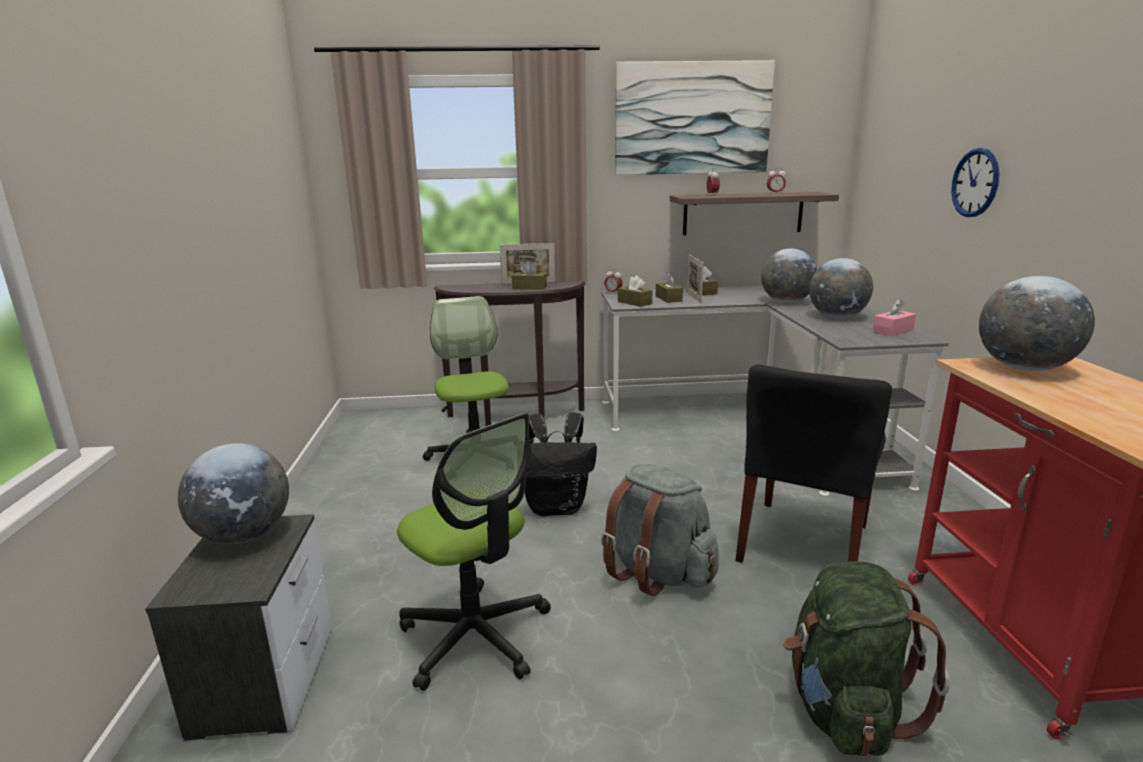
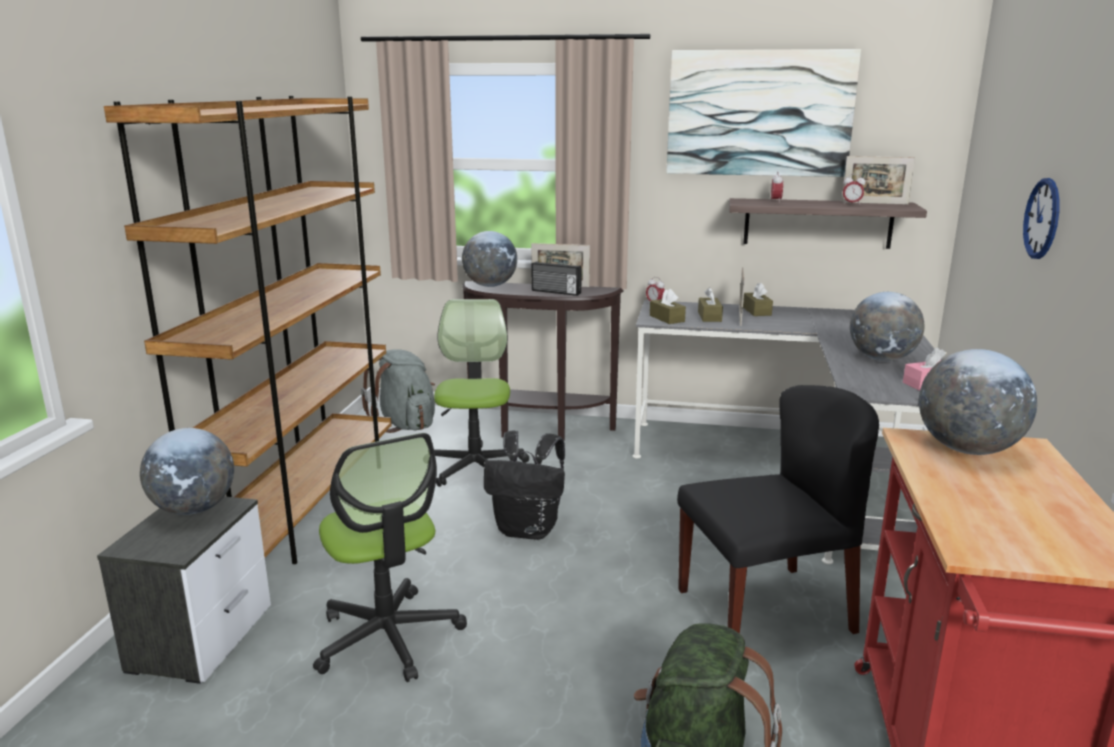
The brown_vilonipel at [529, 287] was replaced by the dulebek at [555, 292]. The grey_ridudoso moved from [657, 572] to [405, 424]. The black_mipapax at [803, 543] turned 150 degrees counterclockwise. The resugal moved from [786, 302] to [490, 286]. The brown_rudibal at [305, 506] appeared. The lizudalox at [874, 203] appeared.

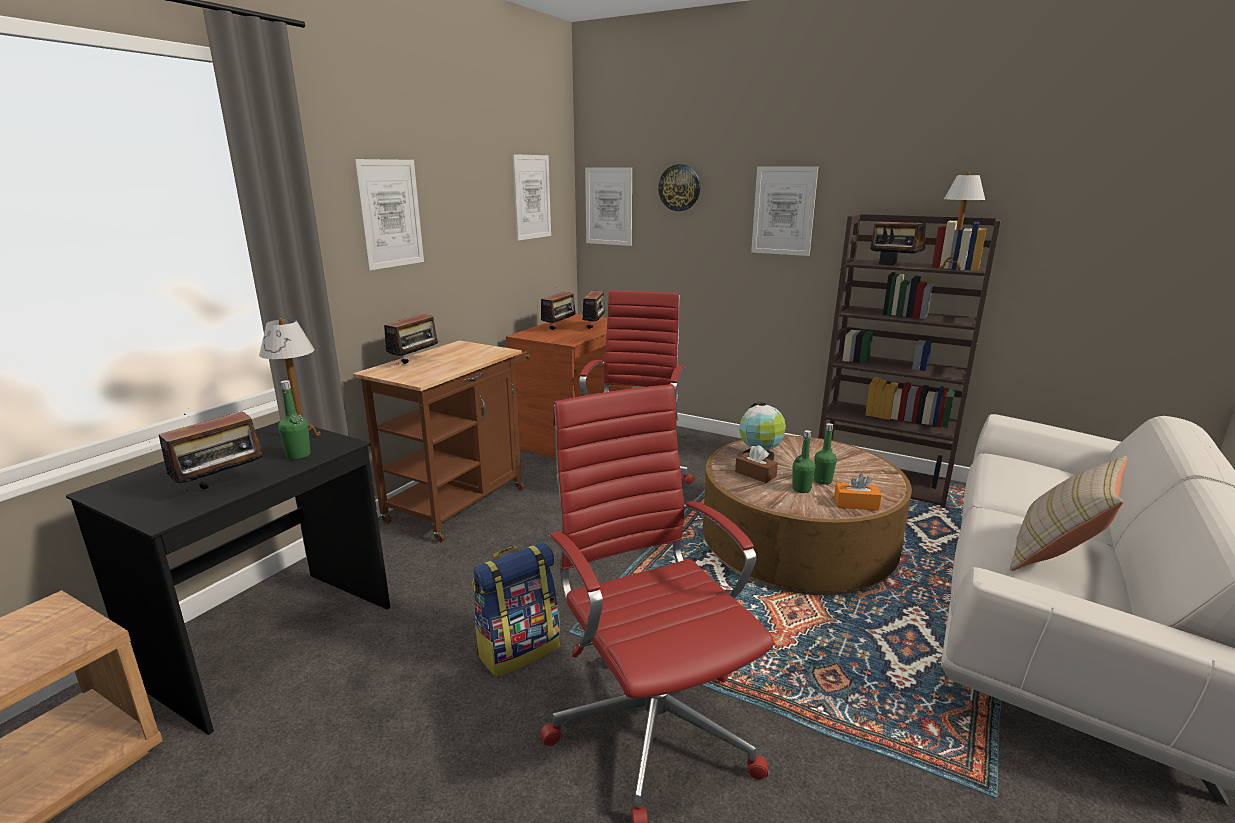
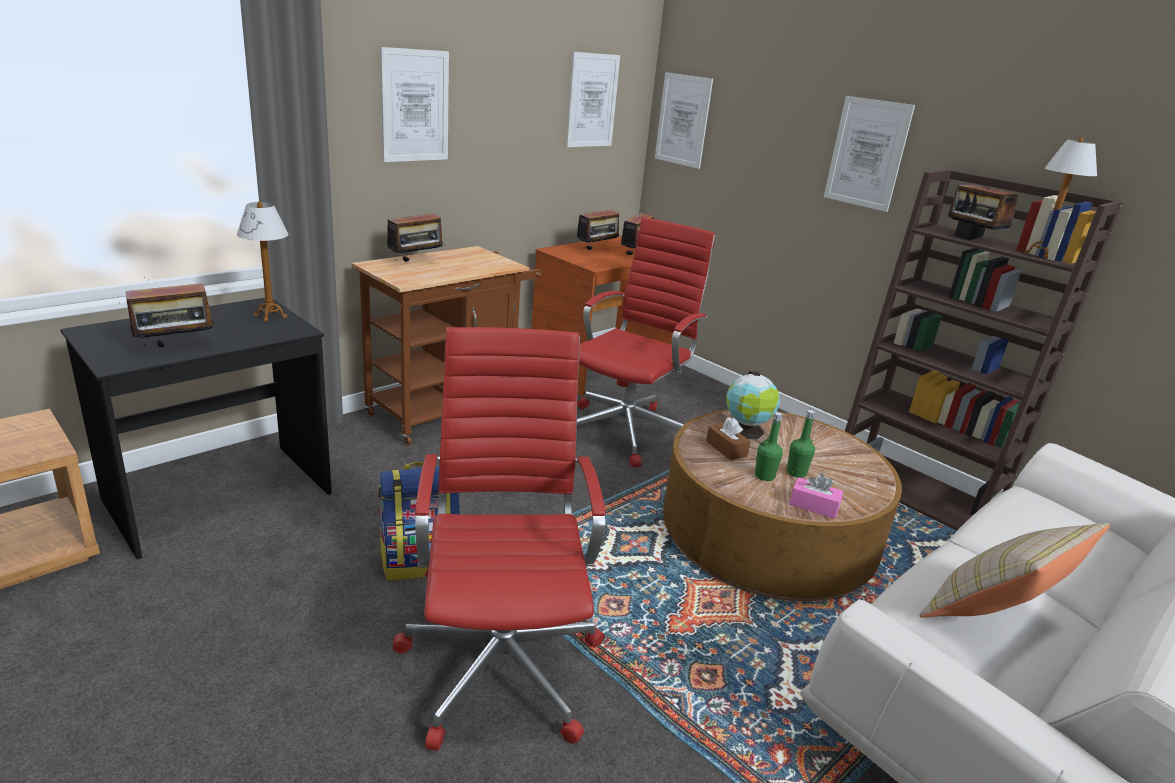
The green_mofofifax at [298, 455] disappeared. The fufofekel at [679, 187] disappeared. The orange_vilonipel at [856, 504] became the pink_vilonipel at [814, 506].

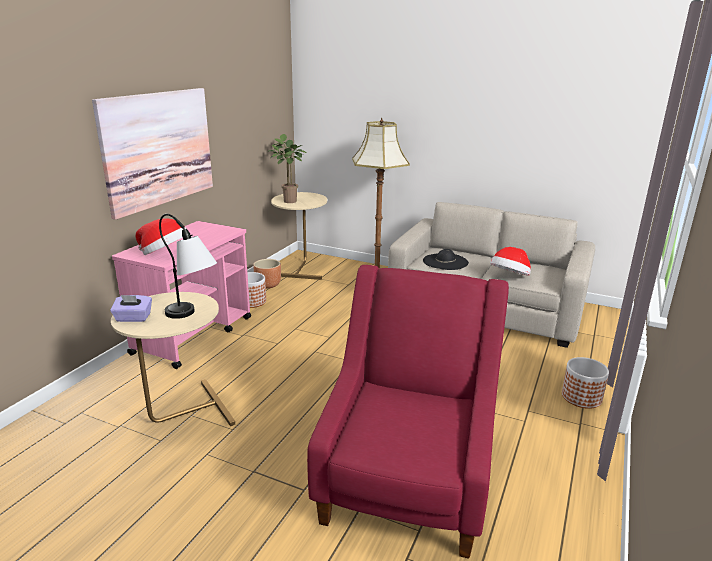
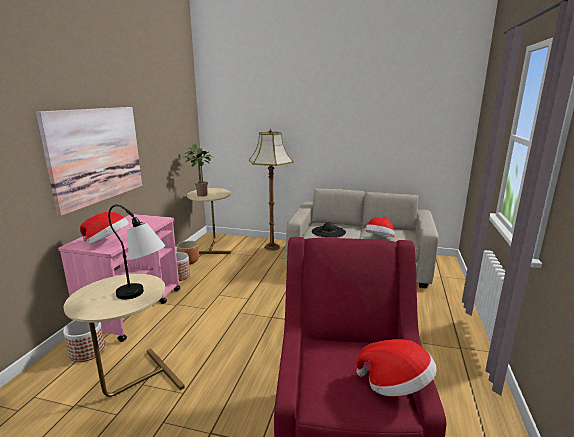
The purple_vilonipel at [133, 318] disappeared. The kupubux moved from [581, 397] to [87, 351]. The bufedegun at [395, 385] appeared.

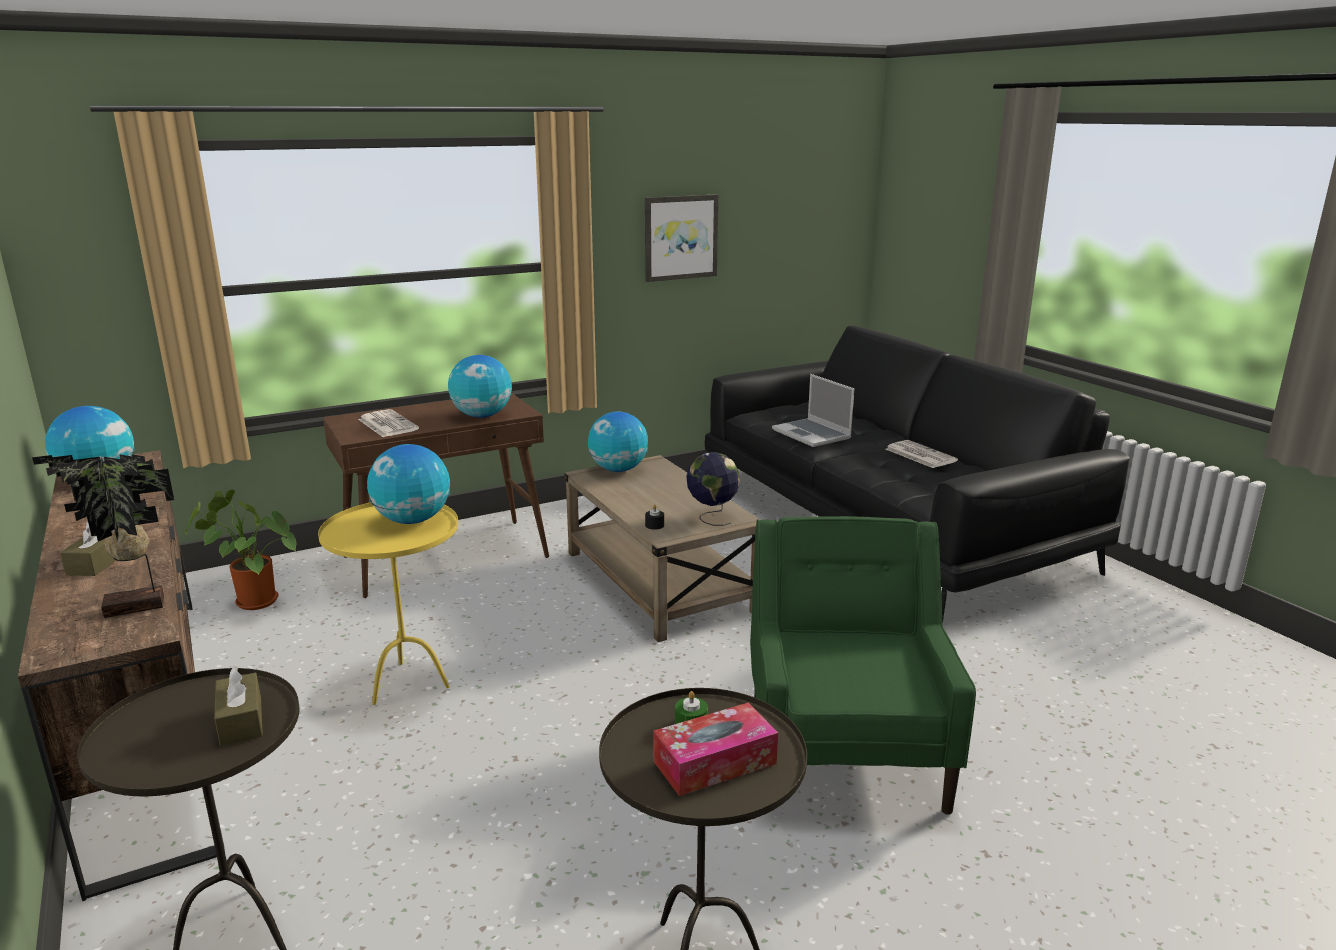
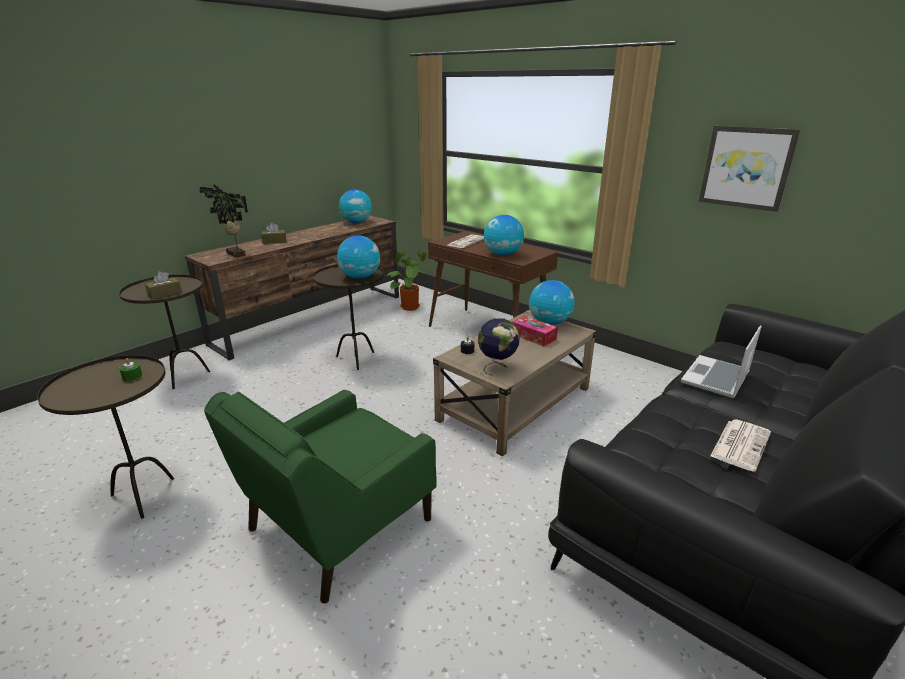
The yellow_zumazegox at [407, 684] became the brown_zumazegox at [356, 359]. The vilonipel moved from [715, 763] to [533, 336]. The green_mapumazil at [844, 748] turned 150 degrees clockwise.

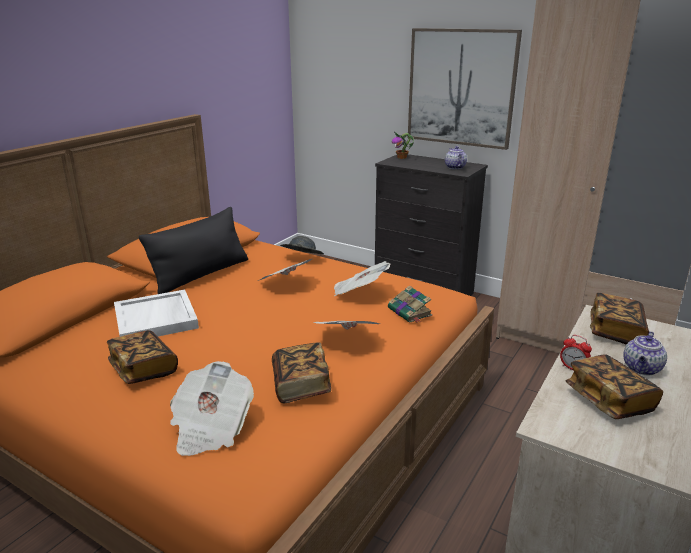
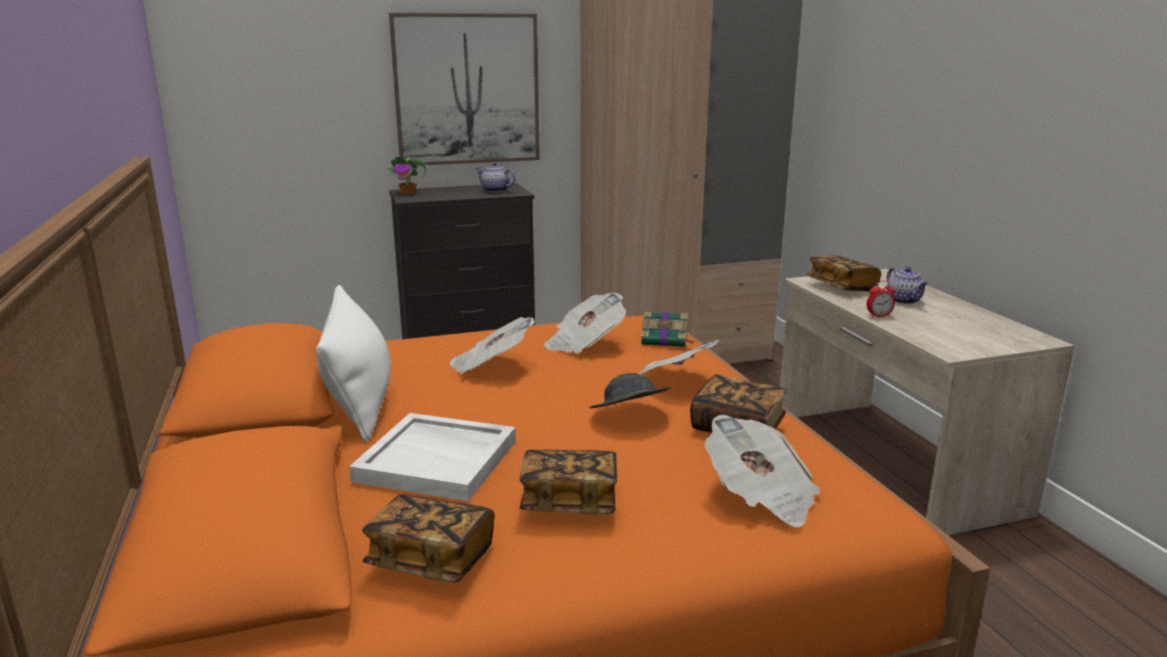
The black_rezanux at [201, 275] became the white_rezanux at [359, 400]. The grey_bufedegun moved from [301, 259] to [629, 417]. The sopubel moved from [609, 400] to [432, 559].

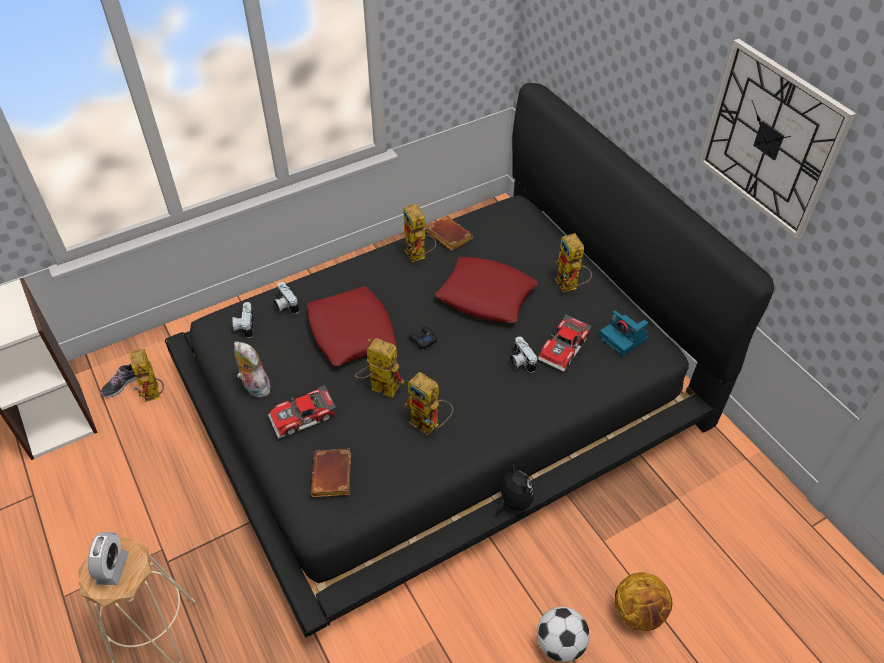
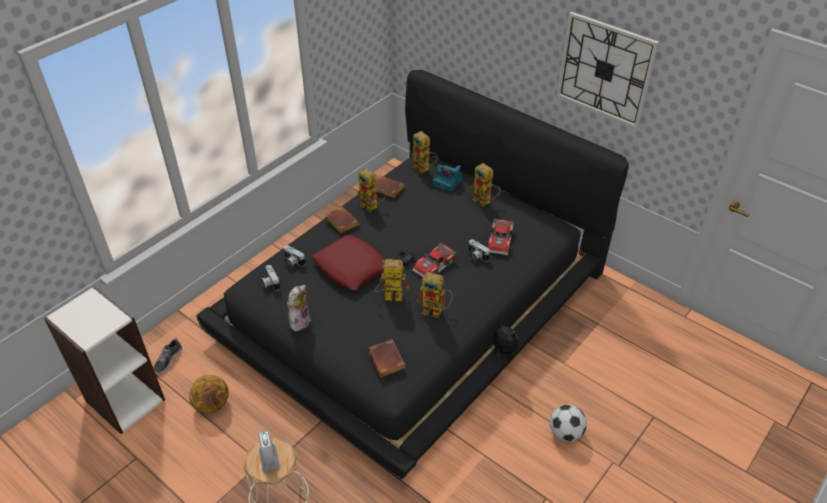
The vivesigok moved from [155, 395] to [424, 169]. The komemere at [254, 387] turned 90 degrees clockwise. The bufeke moved from [303, 418] to [435, 266]. The red_rezanux at [486, 296] disappeared. The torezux moved from [624, 338] to [448, 182]. The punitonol moved from [639, 612] to [213, 405]. The brown_sopubel at [340, 222] appeared.

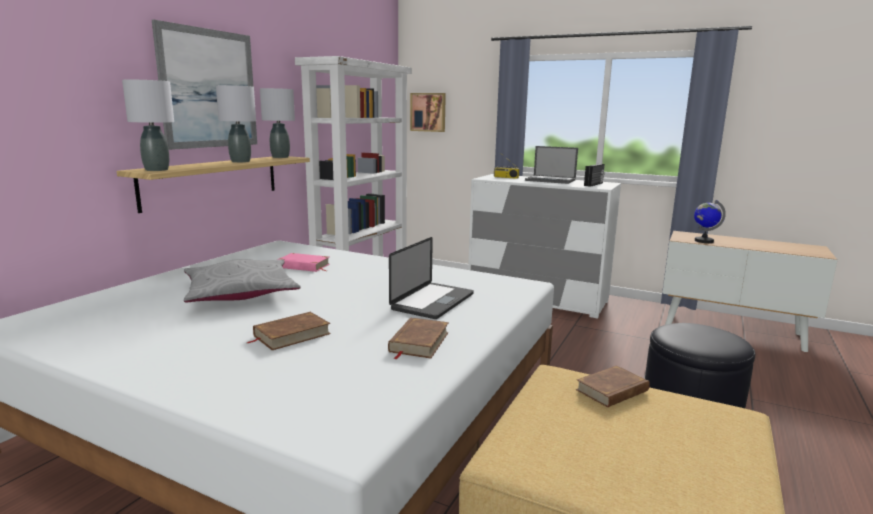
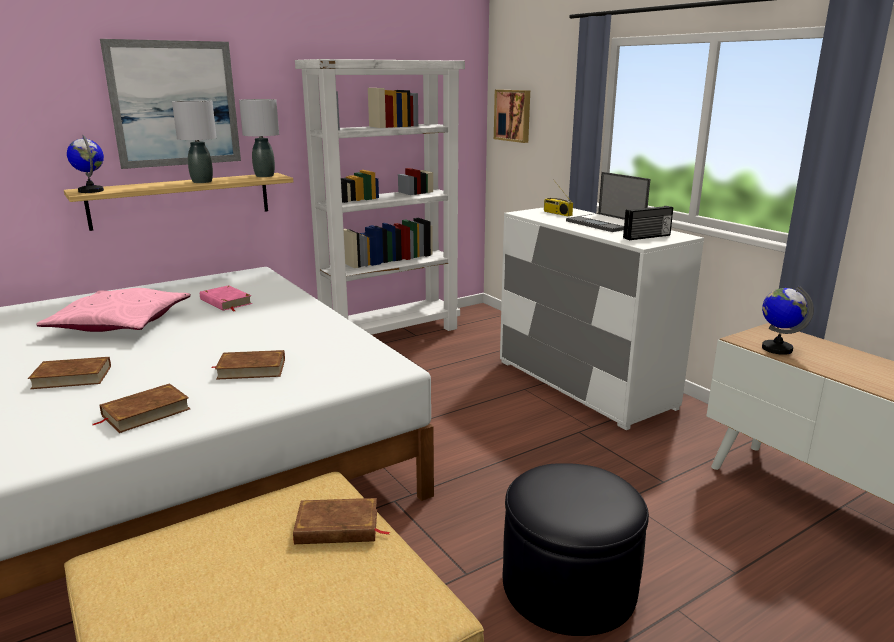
The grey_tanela at [156, 170] was replaced by the resugal at [91, 191]. The grey_rezanux at [241, 293] became the pink_rezanux at [121, 323]. The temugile at [433, 302] was replaced by the brown_sopubel at [251, 369].

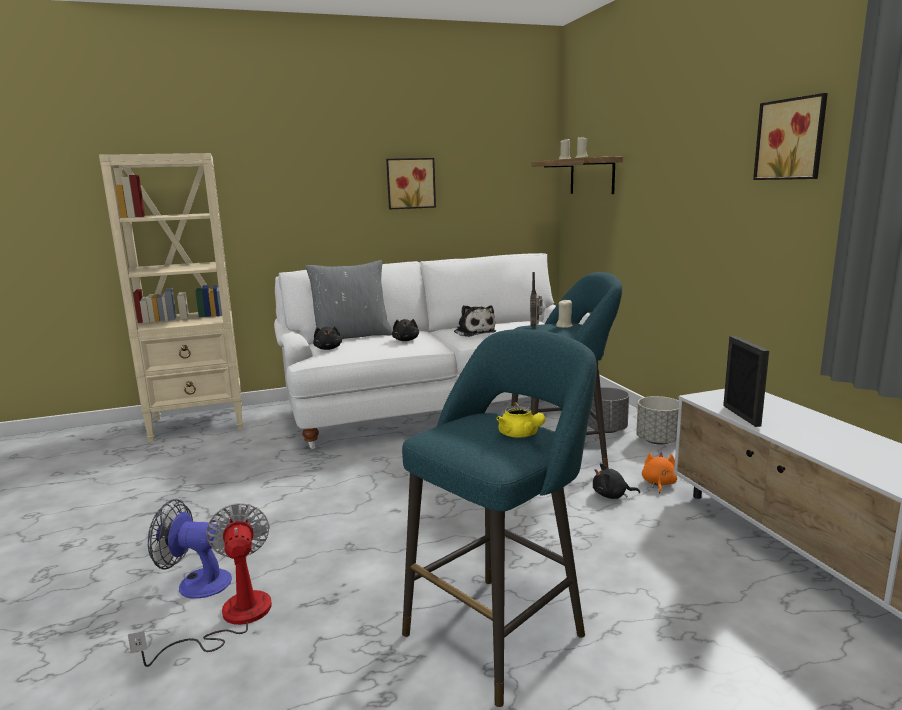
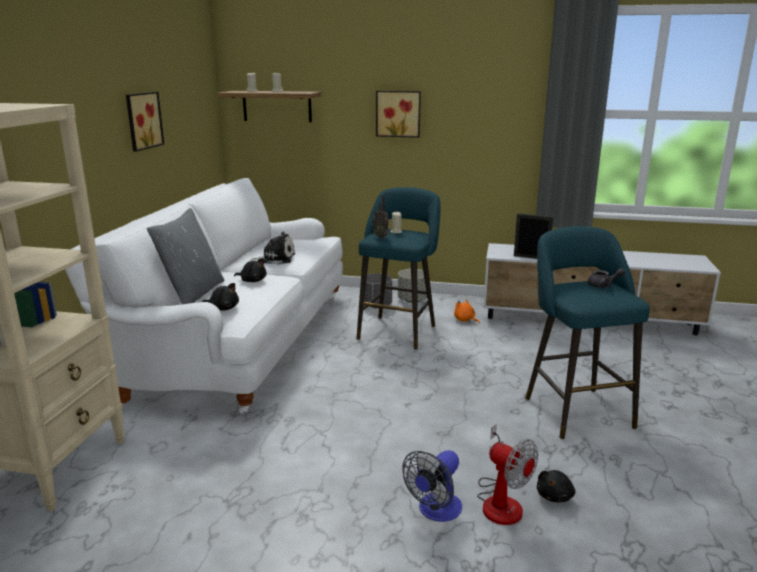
The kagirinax at [231, 619] turned 150 degrees counterclockwise. The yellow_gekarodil at [521, 435] became the grey_gekarodil at [603, 285]. The black_komemere moved from [612, 495] to [555, 496]. The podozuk moved from [792, 139] to [398, 113].

